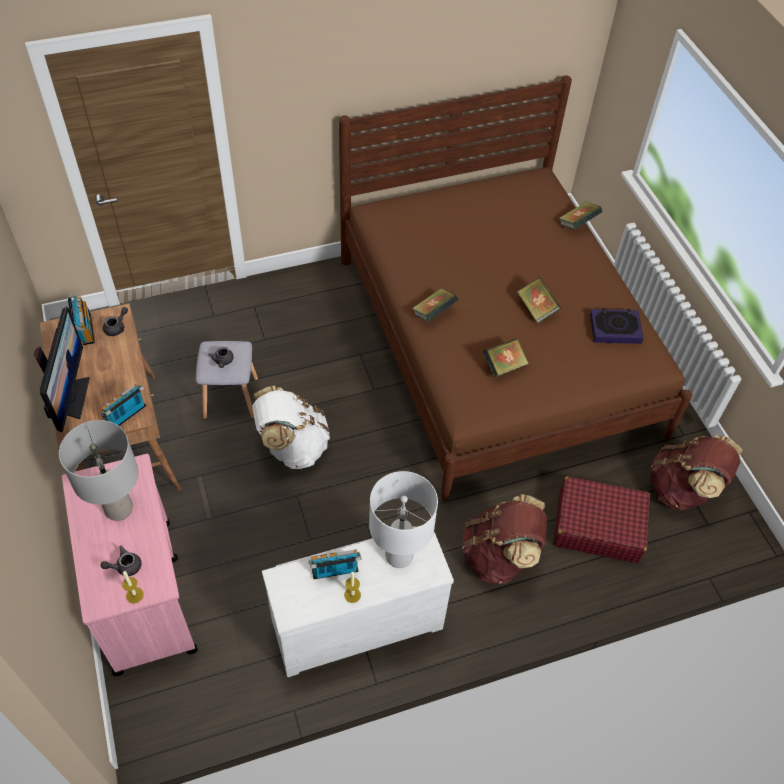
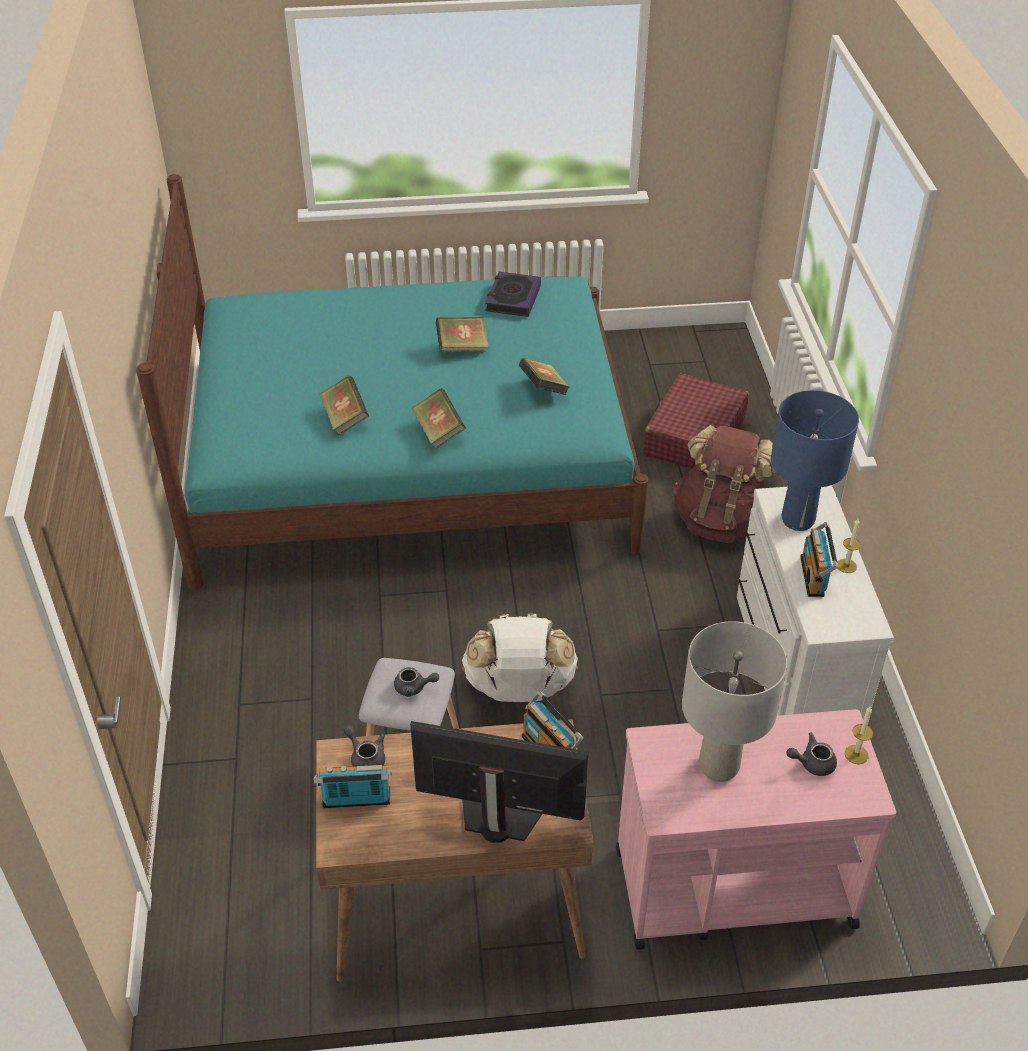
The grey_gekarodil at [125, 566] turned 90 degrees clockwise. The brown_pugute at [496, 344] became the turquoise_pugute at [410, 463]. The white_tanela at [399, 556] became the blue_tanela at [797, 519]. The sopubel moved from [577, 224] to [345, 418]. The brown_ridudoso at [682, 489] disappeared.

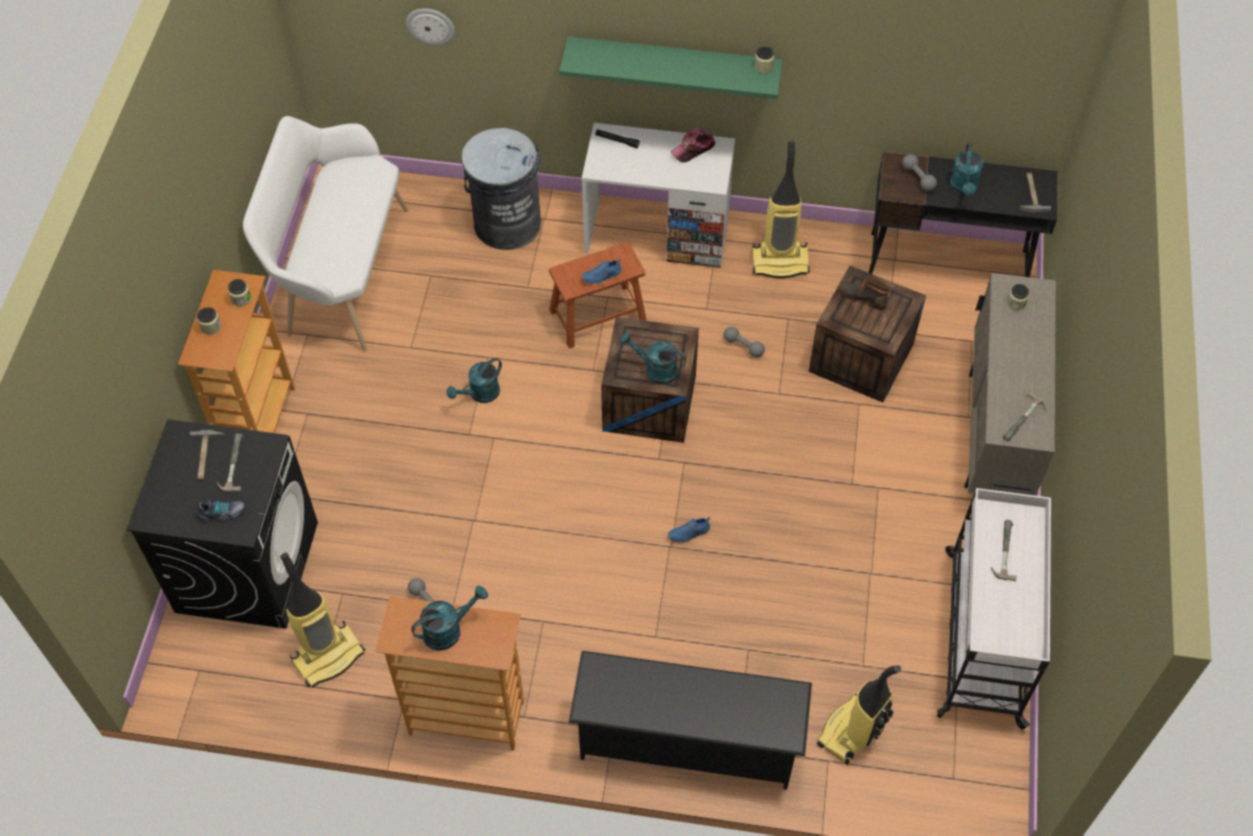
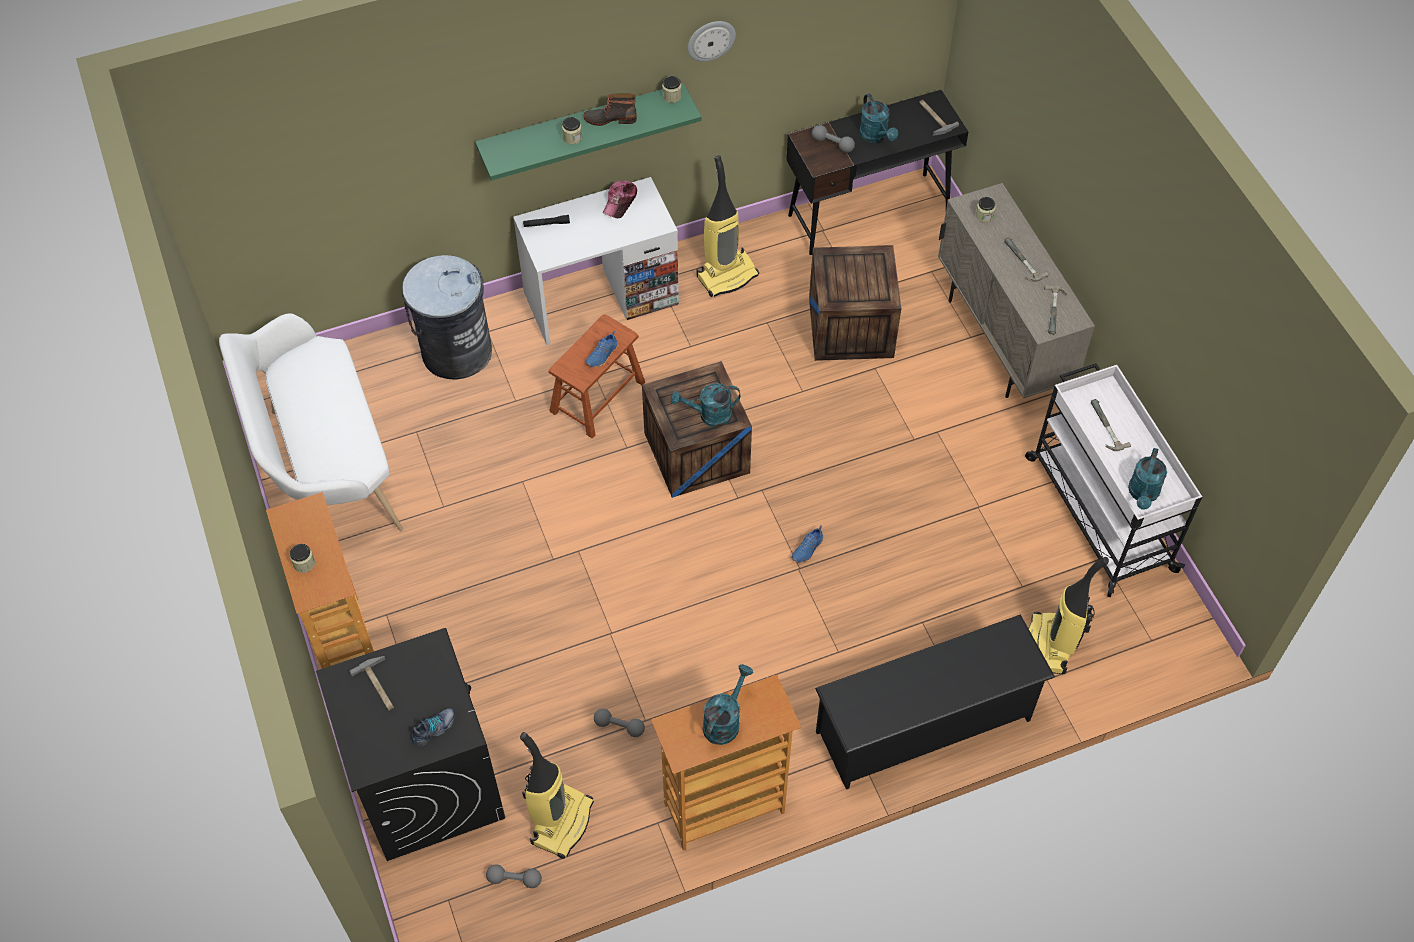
The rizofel moved from [230, 464] to [1020, 262]. The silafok moved from [241, 299] to [572, 137]. The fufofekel moved from [430, 25] to [710, 40]. The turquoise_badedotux moved from [480, 394] to [1143, 494]. The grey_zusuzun moved from [743, 346] to [514, 879]. The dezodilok moved from [863, 297] to [610, 118].

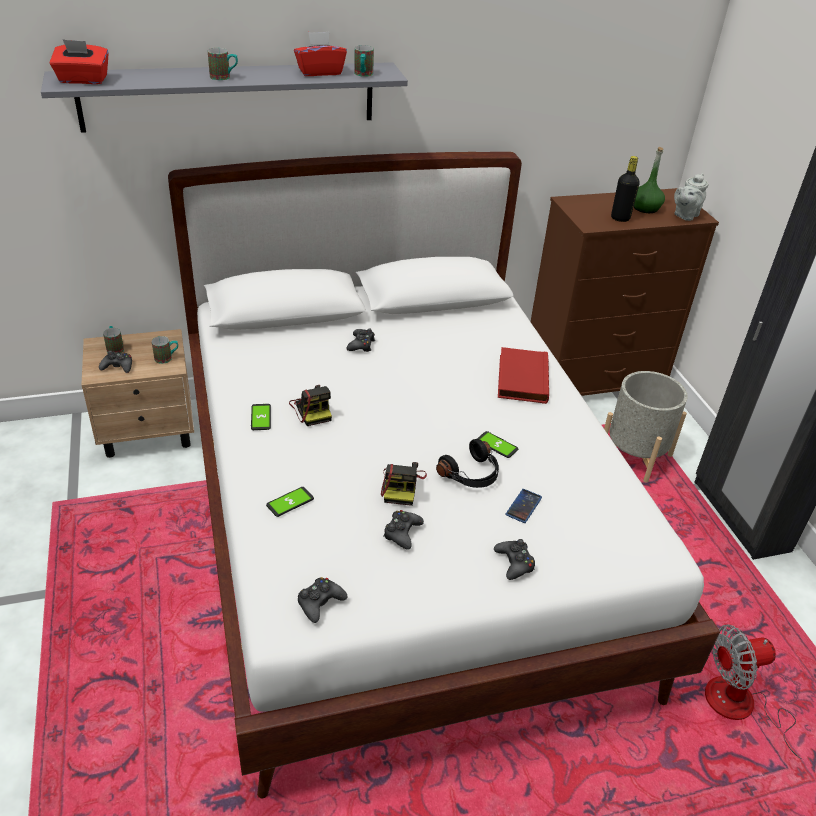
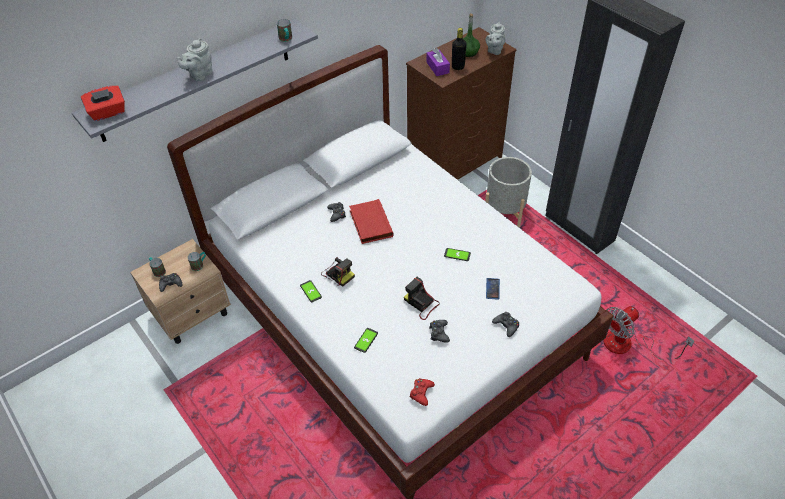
The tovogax at [224, 77] was replaced by the grey_gekarodil at [199, 75]. The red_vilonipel at [320, 72] disappeared. The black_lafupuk at [320, 603] became the red_lafupuk at [421, 393]. The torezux at [402, 486] turned 150 degrees clockwise. The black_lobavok at [471, 475] disappeared. The red_sopubel moved from [520, 378] to [369, 223]. The purple_vilonipel at [437, 67] appeared.

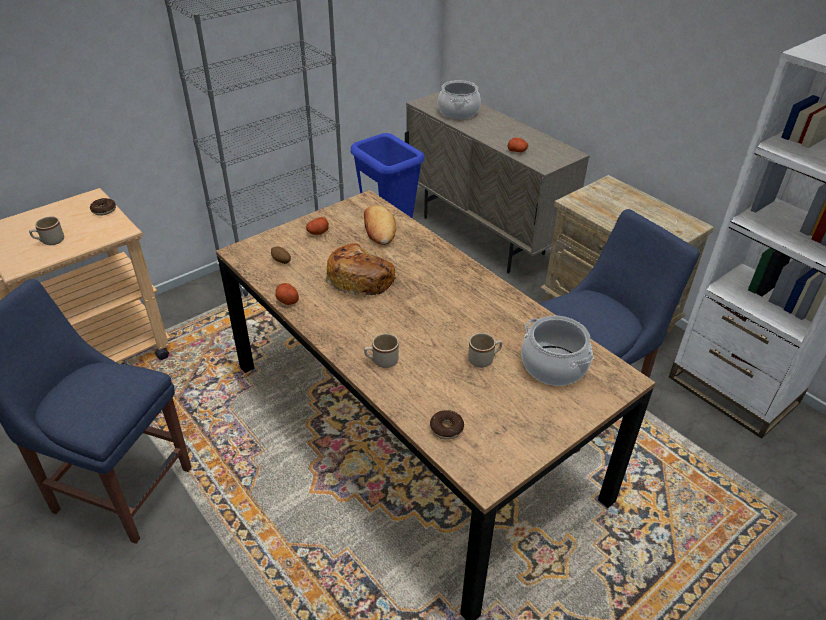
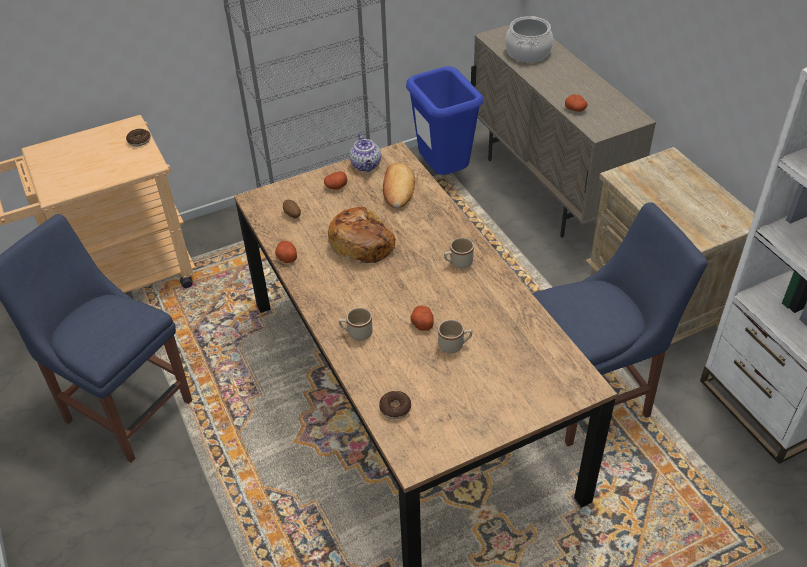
The beige_tovogax moved from [50, 241] to [458, 263]. The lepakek at [554, 366] disappeared. The gekarodil at [366, 166] appeared. The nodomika at [422, 323] appeared.

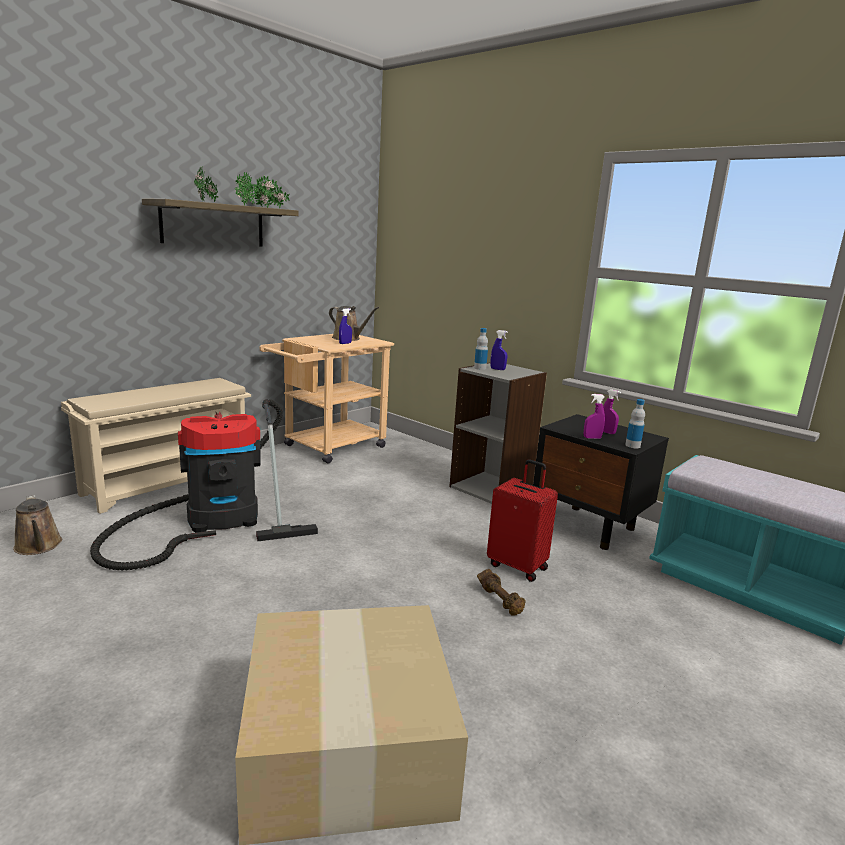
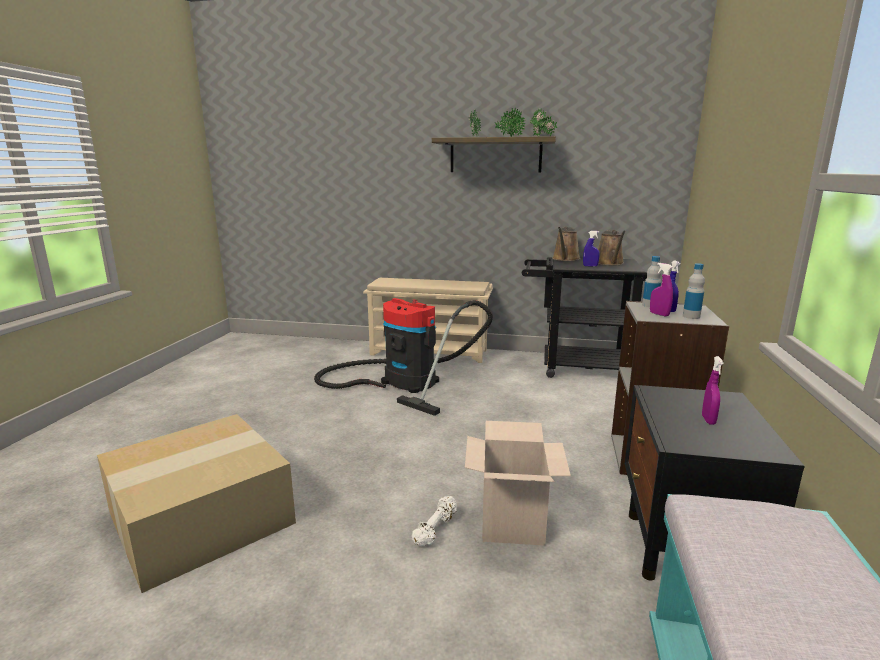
The brown_badedotux moved from [38, 546] to [565, 259]. The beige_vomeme at [328, 448] became the black_vomeme at [575, 367]. The brown_zusuzun at [500, 600] became the white_zusuzun at [436, 530]. The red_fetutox at [518, 566] was replaced by the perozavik at [512, 522]. The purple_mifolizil moved from [592, 438] to [659, 314]. The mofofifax moved from [632, 445] to [691, 316].

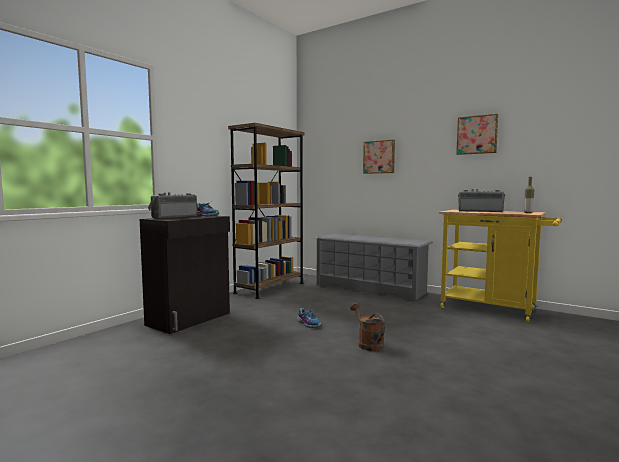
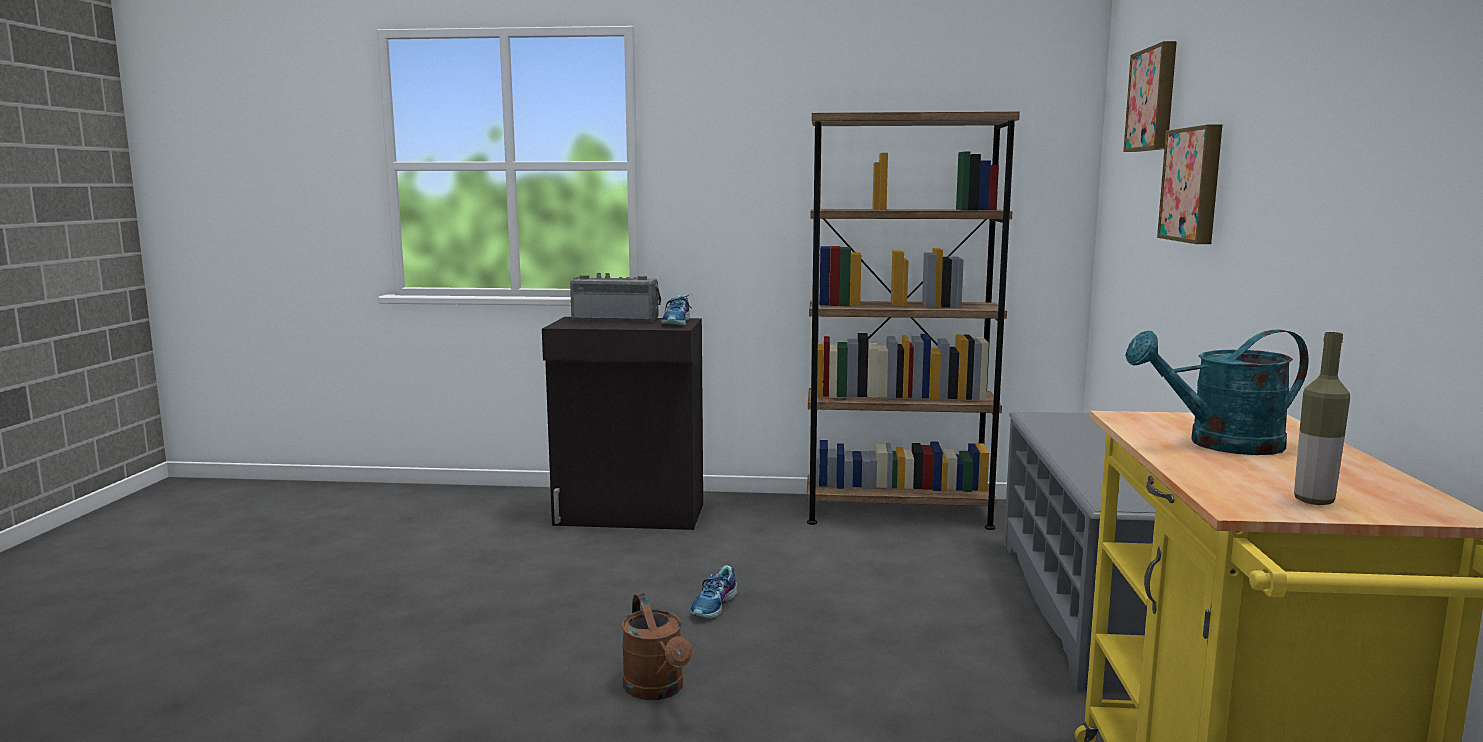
The brown_badedotux at [367, 343] turned 120 degrees clockwise. The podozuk moved from [477, 135] to [1154, 99]. The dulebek at [480, 211] was replaced by the turquoise_badedotux at [1220, 444].

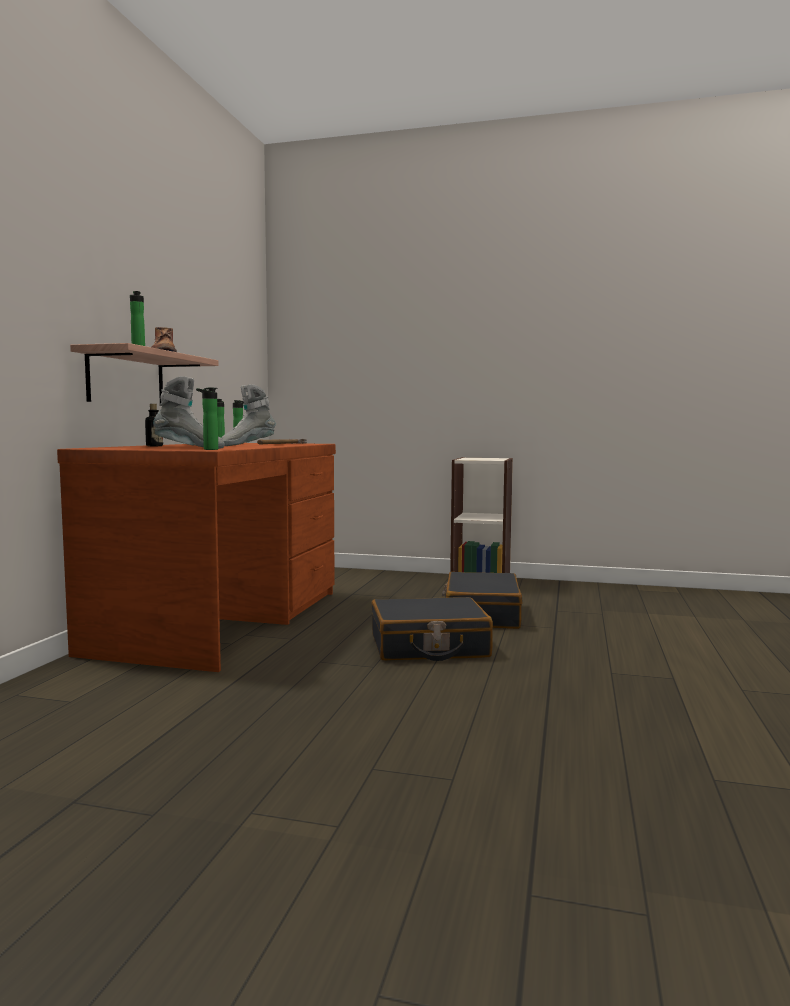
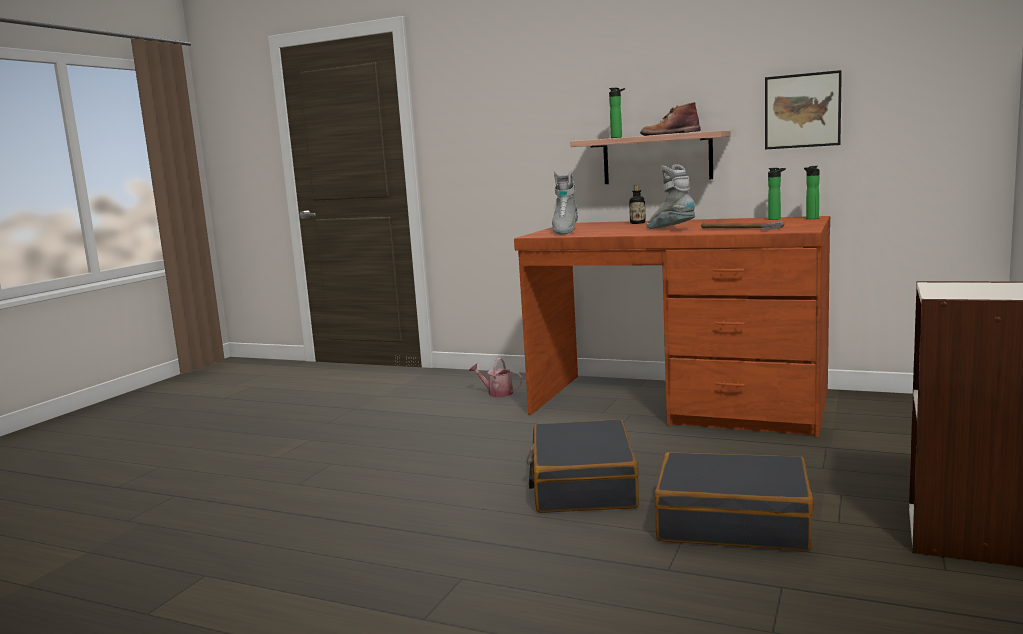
The mofofifax at [208, 449] disappeared. The badedotux at [497, 393] appeared. The podozuk at [802, 110] appeared.

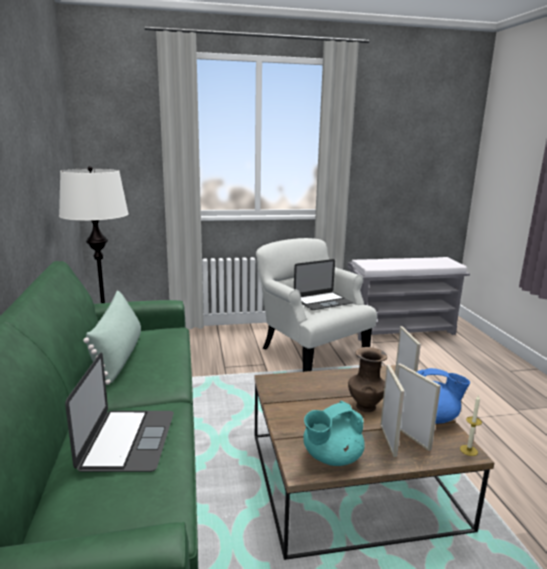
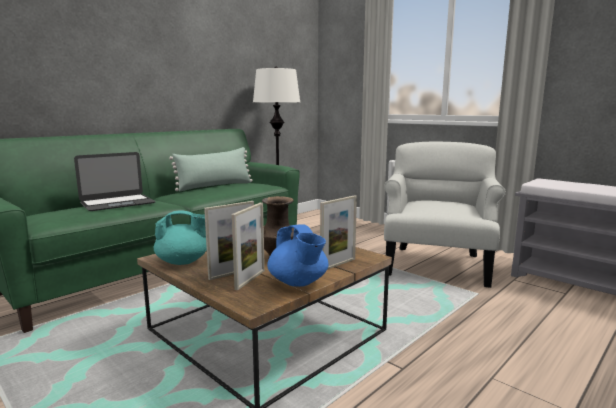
The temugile at [322, 301] disappeared. The turquoise_gekarodil at [331, 457] turned 150 degrees clockwise. The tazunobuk at [468, 450] disappeared.

